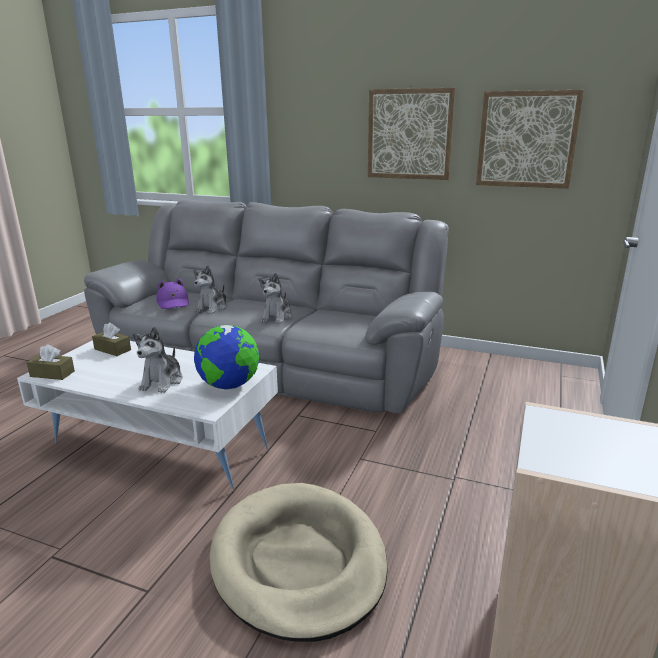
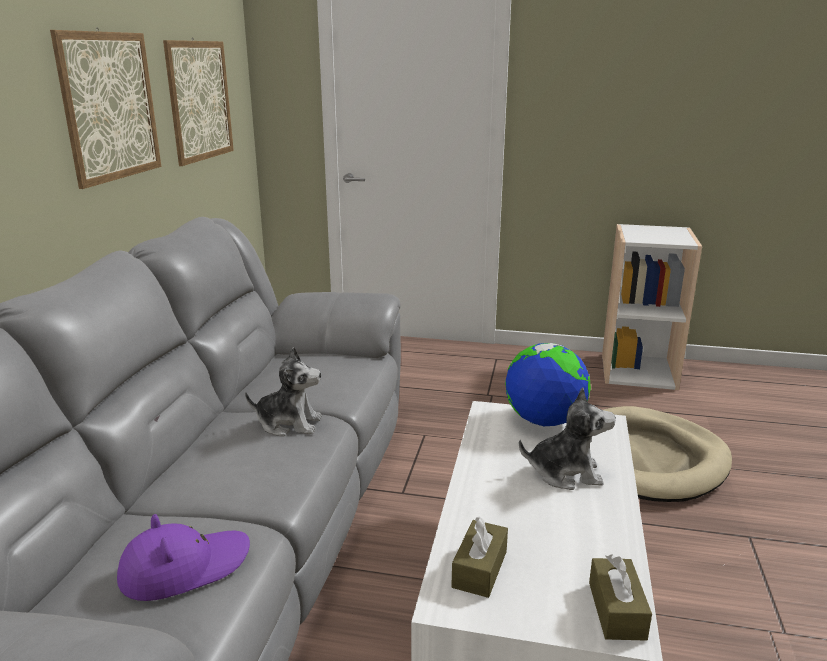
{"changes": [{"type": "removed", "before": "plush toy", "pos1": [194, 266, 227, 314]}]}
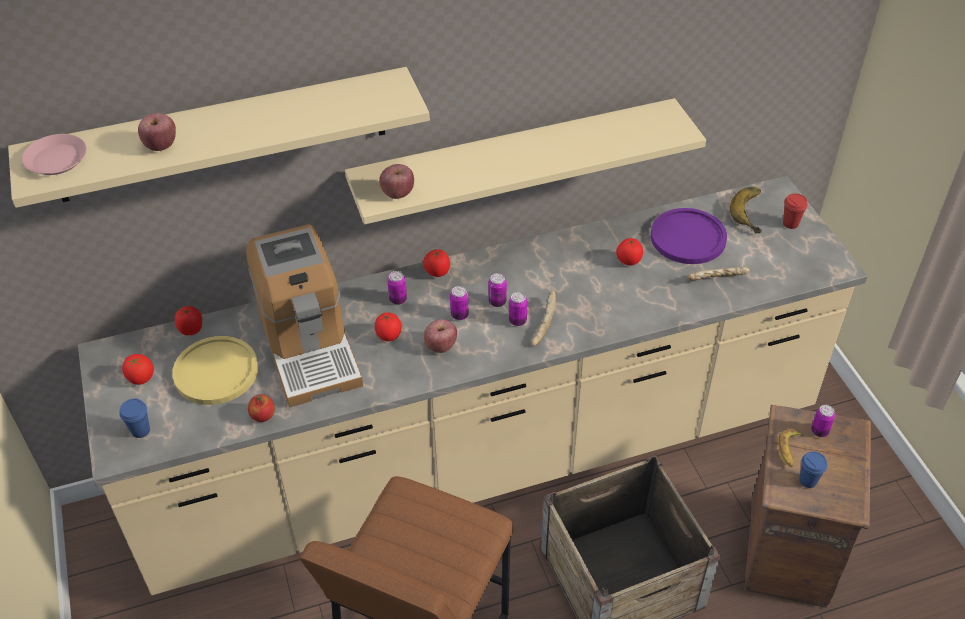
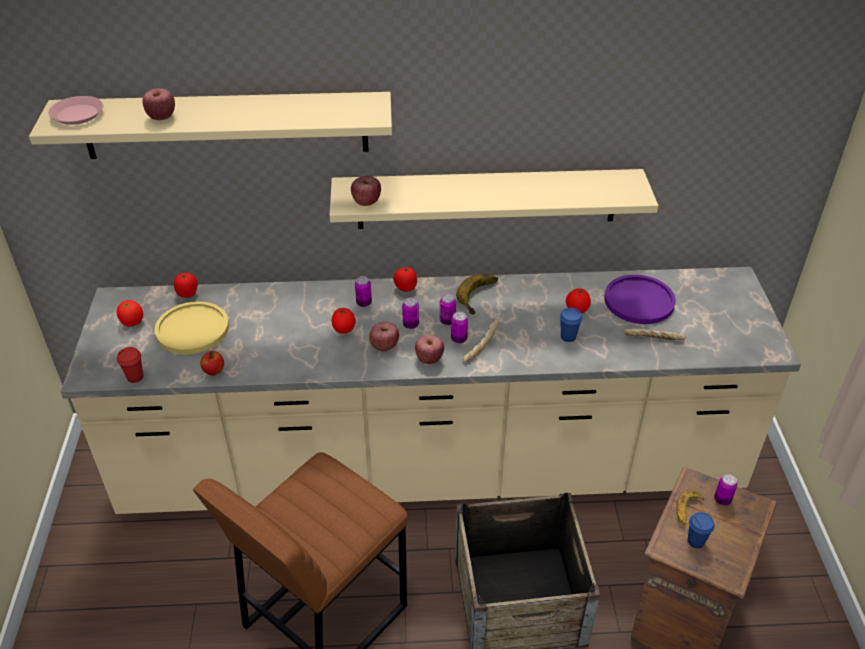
{"changes": [{"type": "moved", "before": "cup (blue)", "pos1": [119, 399, 150, 438], "pos2": [560, 308, 582, 342]}, {"type": "removed", "before": "coffee machine", "pos1": [246, 224, 363, 407]}, {"type": "moved", "before": "banana", "pos1": [730, 187, 762, 233], "pos2": [456, 274, 498, 314]}, {"type": "moved", "before": "cup (red)", "pos1": [783, 193, 808, 229], "pos2": [117, 347, 143, 383]}, {"type": "added", "after": "apple", "pos2": [415, 335, 444, 364]}]}
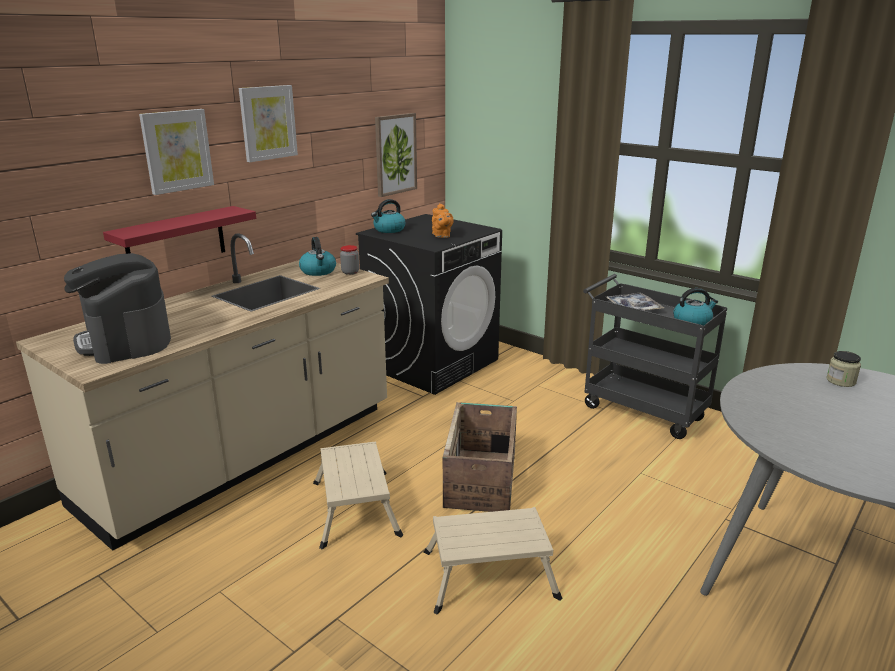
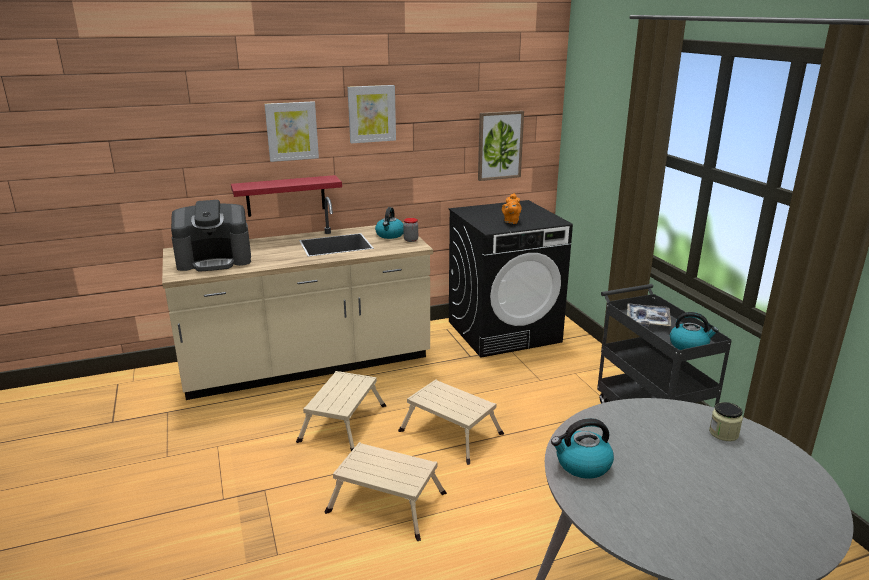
{"changes": [{"type": "turned", "before": "coffee machine", "pos1": [64, 253, 171, 364], "pos2": [171, 200, 251, 272], "turn": -105}, {"type": "moved", "before": "kettle", "pos1": [371, 199, 405, 233], "pos2": [551, 418, 614, 479]}, {"type": "replaced", "before": "crate", "after": "step ladder (beige)", "pos1": [443, 402, 517, 512], "pos2": [398, 379, 504, 465]}]}
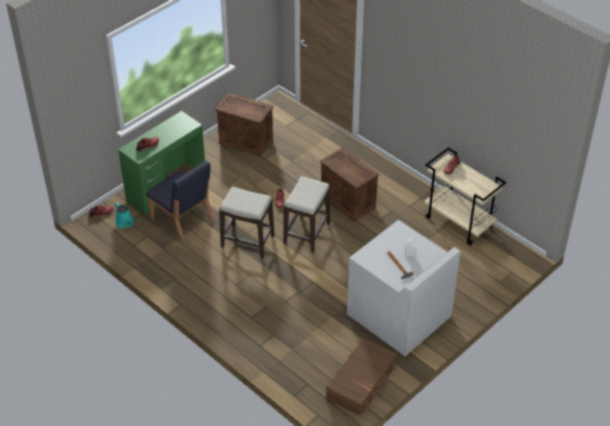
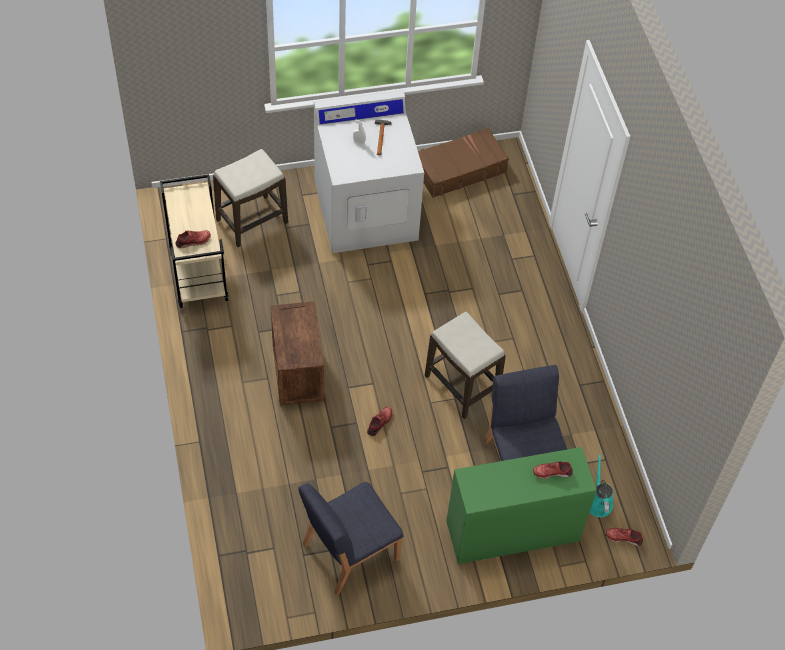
{"changes": [{"type": "replaced", "before": "crate", "after": "chair (blue)", "pos1": [215, 92, 273, 157], "pos2": [298, 482, 403, 596]}, {"type": "moved", "before": "stool", "pos1": [283, 176, 330, 253], "pos2": [213, 149, 288, 247]}]}
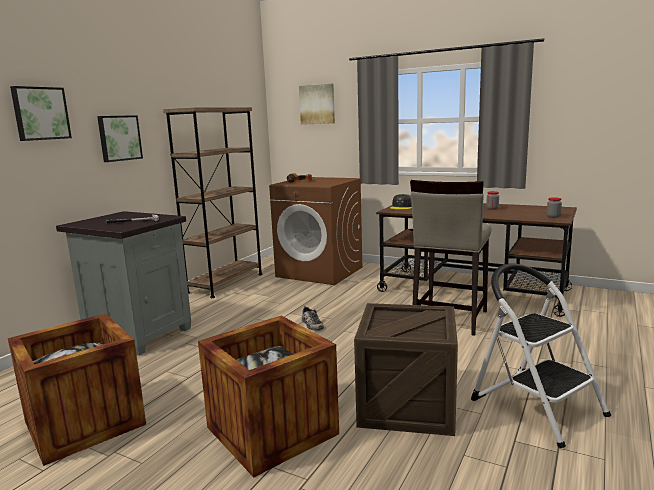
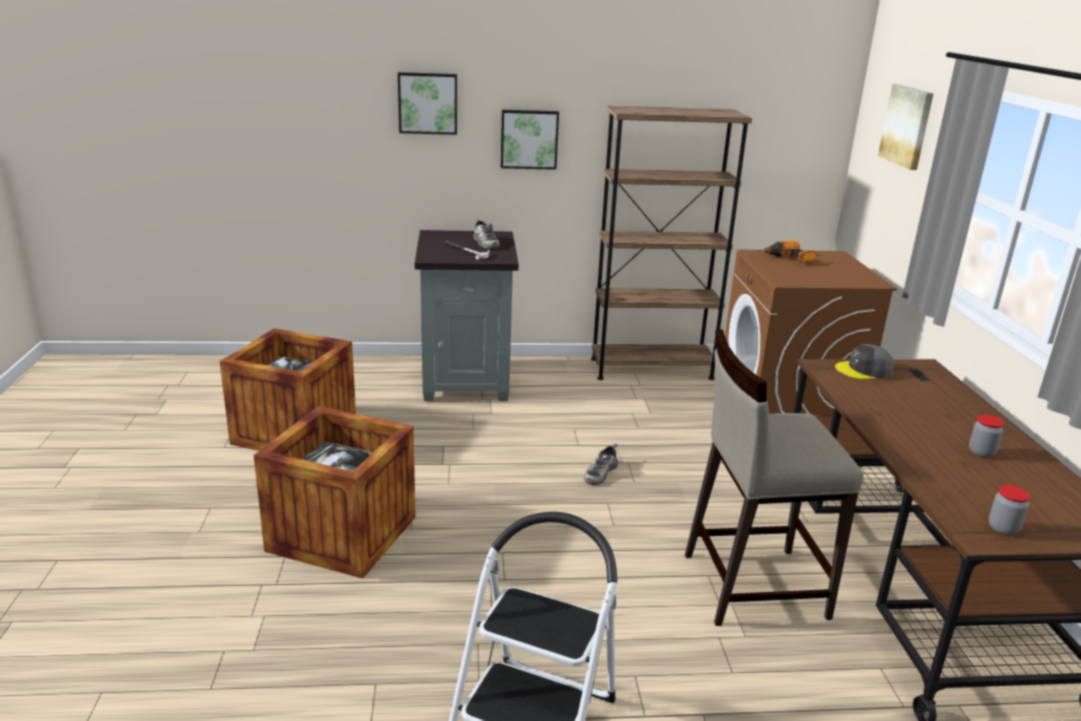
{"changes": [{"type": "removed", "before": "crate", "pos1": [354, 303, 458, 436]}, {"type": "added", "after": "shoe", "pos2": [473, 219, 500, 249]}]}
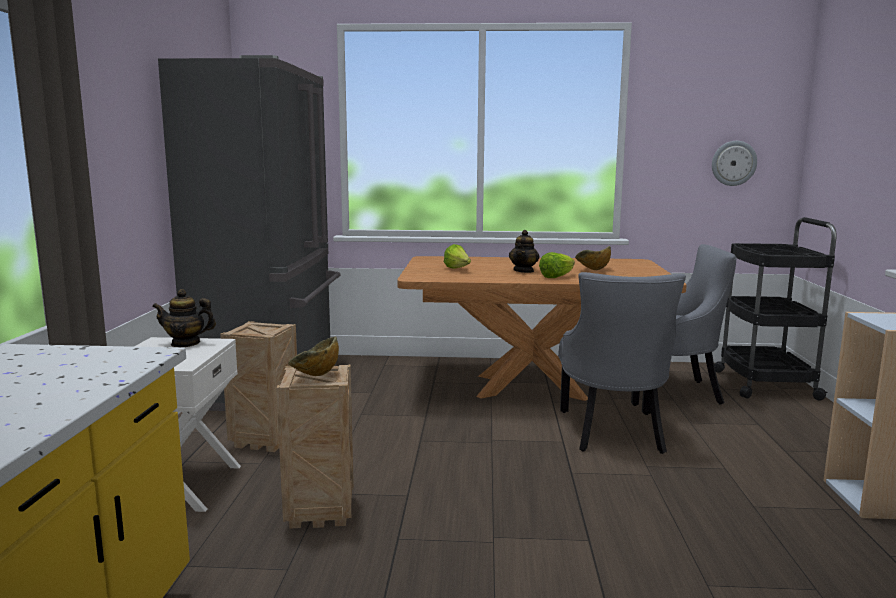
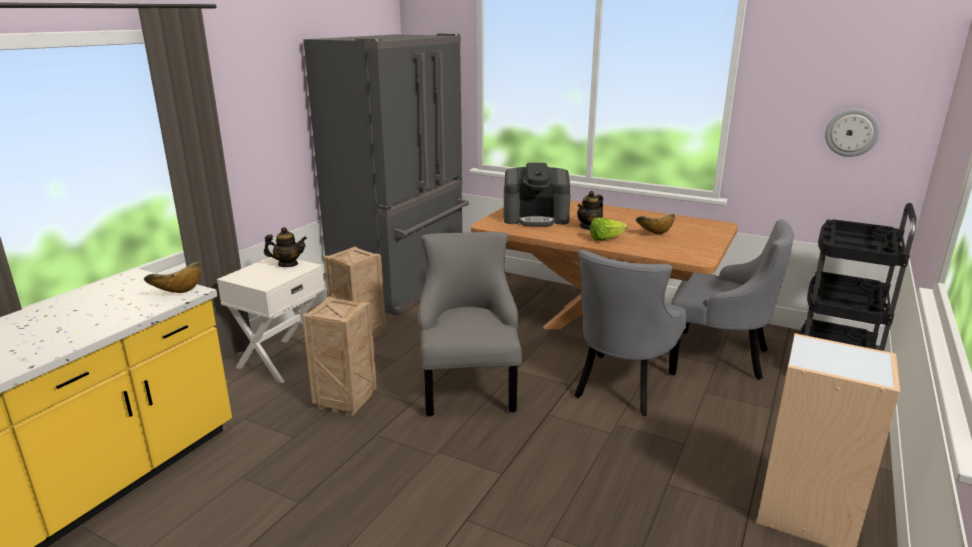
{"changes": [{"type": "turned", "before": "teapot", "pos1": [152, 289, 216, 347], "pos2": [264, 227, 307, 267], "turn": 150}, {"type": "moved", "before": "bowl", "pos1": [288, 337, 339, 376], "pos2": [144, 262, 202, 293]}, {"type": "replaced", "before": "lettuce", "after": "coffee machine", "pos1": [444, 244, 471, 269], "pos2": [504, 163, 571, 226]}, {"type": "added", "after": "chair (grey)", "pos2": [418, 232, 522, 416]}]}
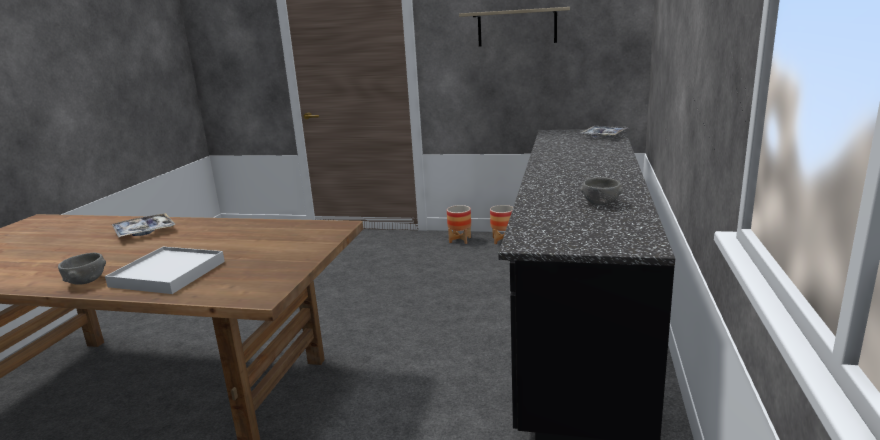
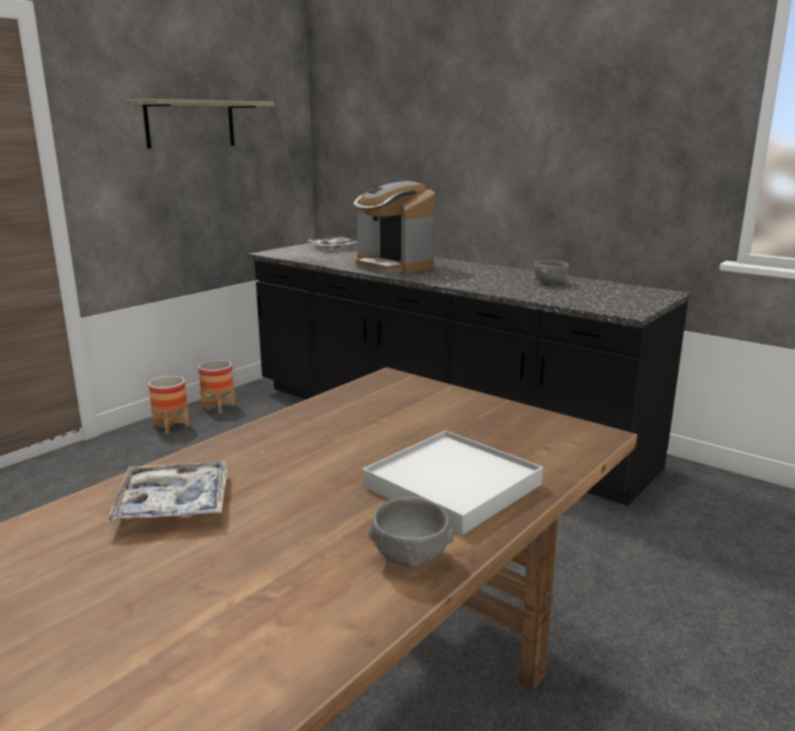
{"changes": [{"type": "added", "after": "coffee machine", "pos2": [354, 181, 435, 274]}]}
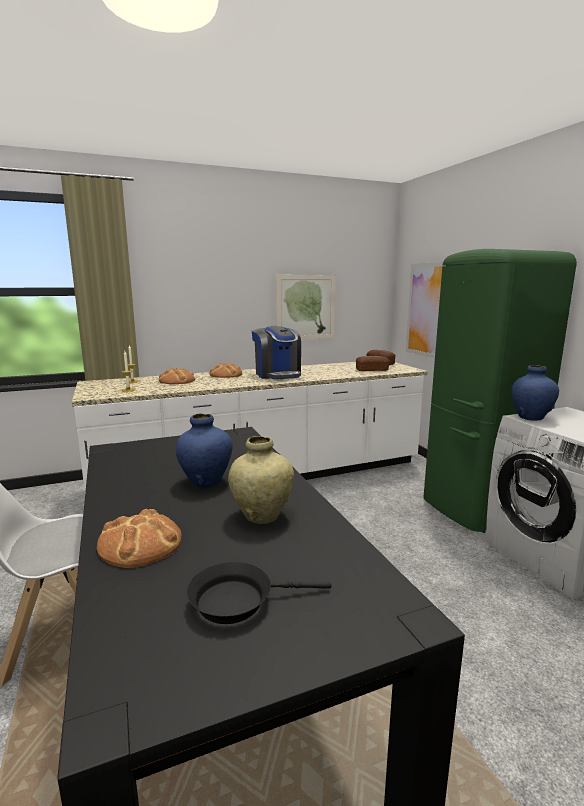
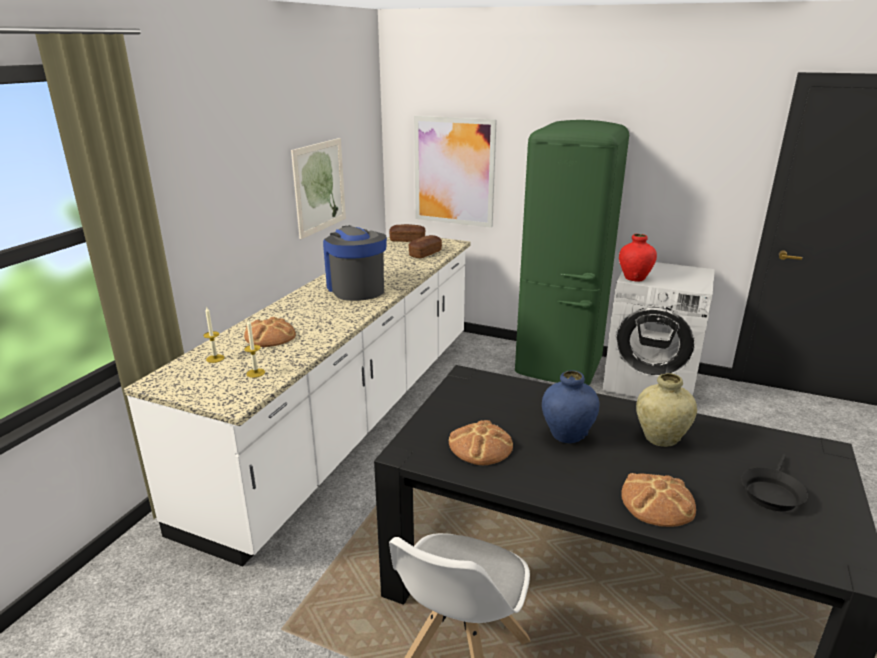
{"changes": [{"type": "moved", "before": "bread", "pos1": [209, 363, 242, 378], "pos2": [449, 420, 513, 465]}, {"type": "turned", "before": "coffee machine", "pos1": [252, 326, 301, 380], "pos2": [323, 225, 387, 301], "turn": -135}, {"type": "recoloured", "before": "vase (blue)", "after": "vase (red)", "pos1": [511, 365, 559, 421], "pos2": [619, 234, 657, 282]}]}
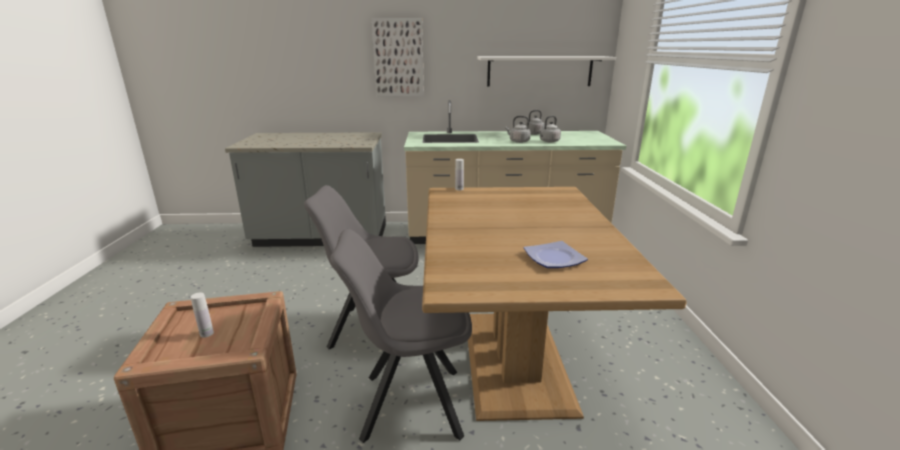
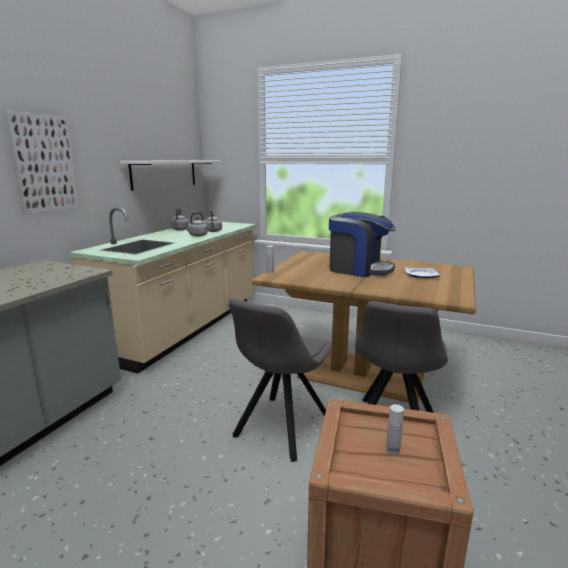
{"changes": [{"type": "added", "after": "coffee machine", "pos2": [329, 212, 396, 277]}]}
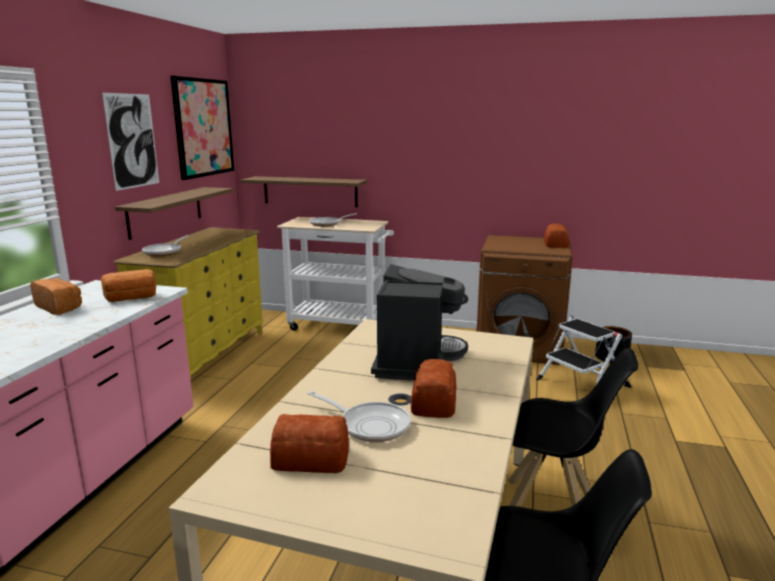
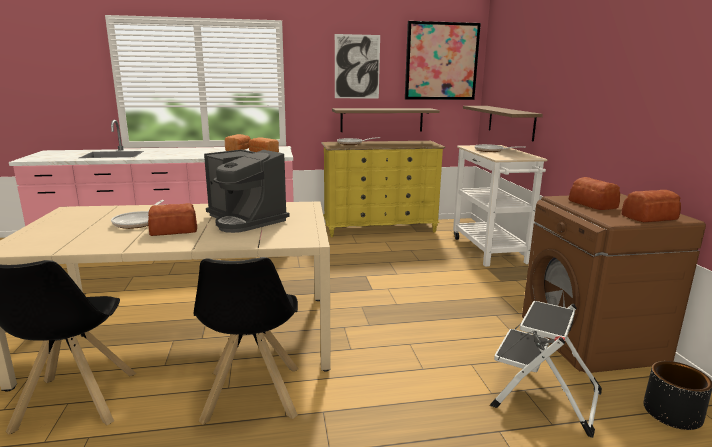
{"changes": [{"type": "moved", "before": "bread", "pos1": [270, 414, 349, 473], "pos2": [569, 177, 620, 210]}, {"type": "turned", "before": "coffee machine", "pos1": [371, 264, 468, 381], "pos2": [204, 149, 290, 233], "turn": 60}]}
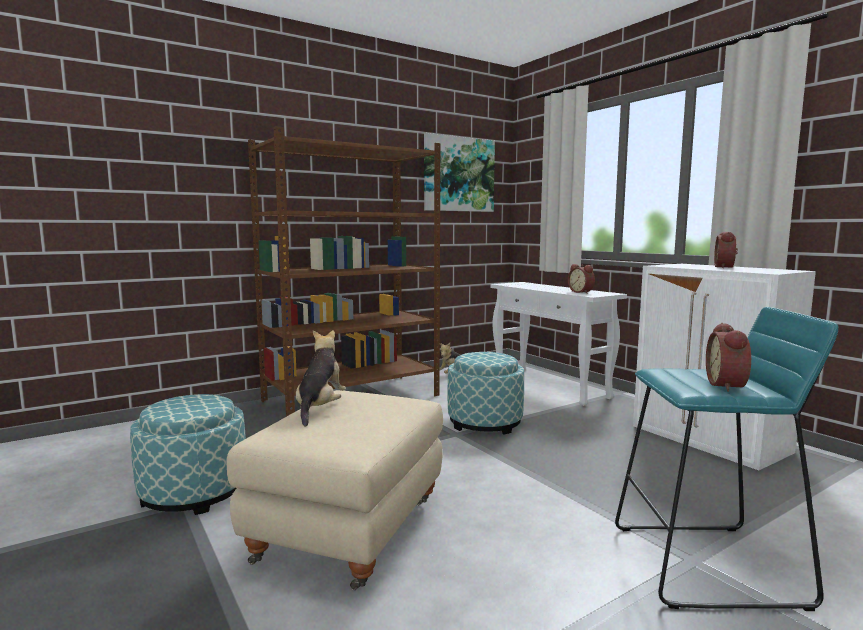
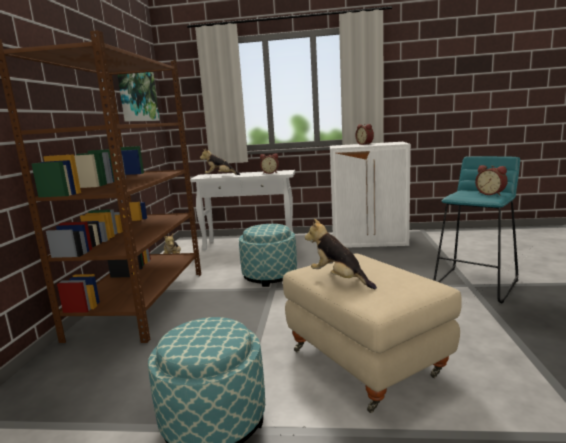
{"changes": [{"type": "added", "after": "plush toy", "pos2": [200, 148, 240, 175]}]}
